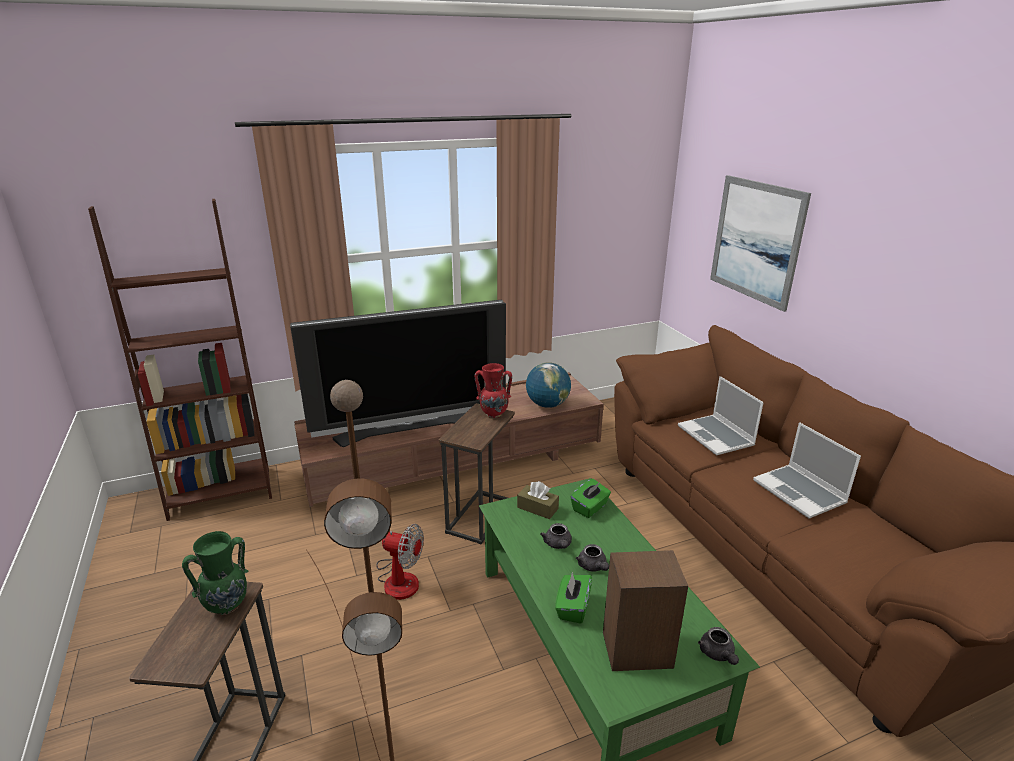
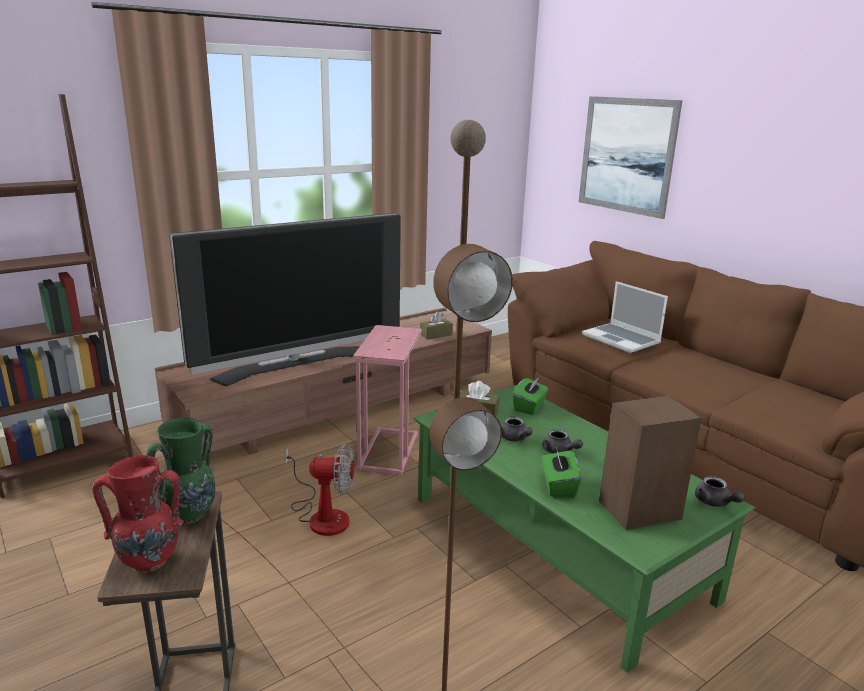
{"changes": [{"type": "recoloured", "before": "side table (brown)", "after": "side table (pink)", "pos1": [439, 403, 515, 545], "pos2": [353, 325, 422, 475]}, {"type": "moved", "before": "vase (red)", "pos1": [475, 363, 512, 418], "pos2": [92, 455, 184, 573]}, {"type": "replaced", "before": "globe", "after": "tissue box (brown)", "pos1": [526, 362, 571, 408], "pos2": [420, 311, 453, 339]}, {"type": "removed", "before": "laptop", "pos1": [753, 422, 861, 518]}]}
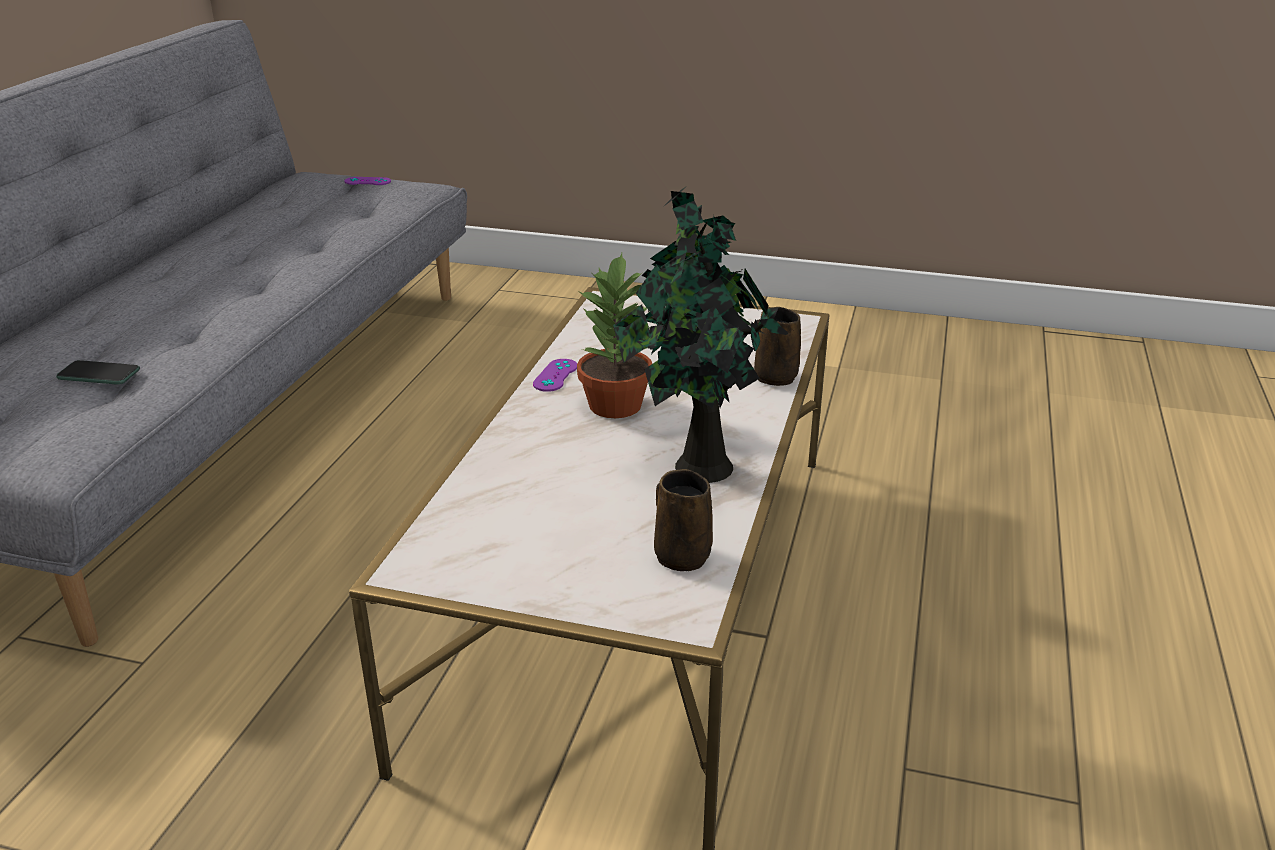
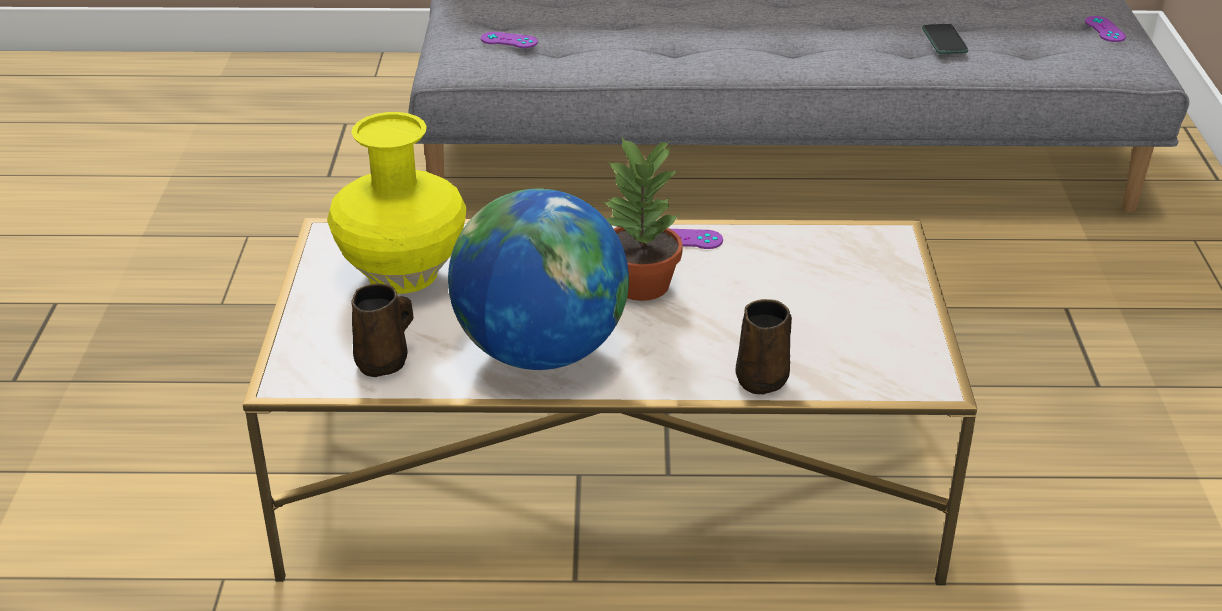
{"changes": [{"type": "moved", "before": "phone", "pos1": [56, 360, 140, 385], "pos2": [922, 24, 968, 54]}, {"type": "replaced", "before": "potted plant", "after": "globe", "pos1": [613, 188, 788, 483], "pos2": [448, 189, 629, 370]}, {"type": "added", "after": "vase (yellow)", "pos2": [327, 112, 467, 294]}, {"type": "added", "after": "game controller (purple)", "pos2": [481, 32, 538, 48]}]}
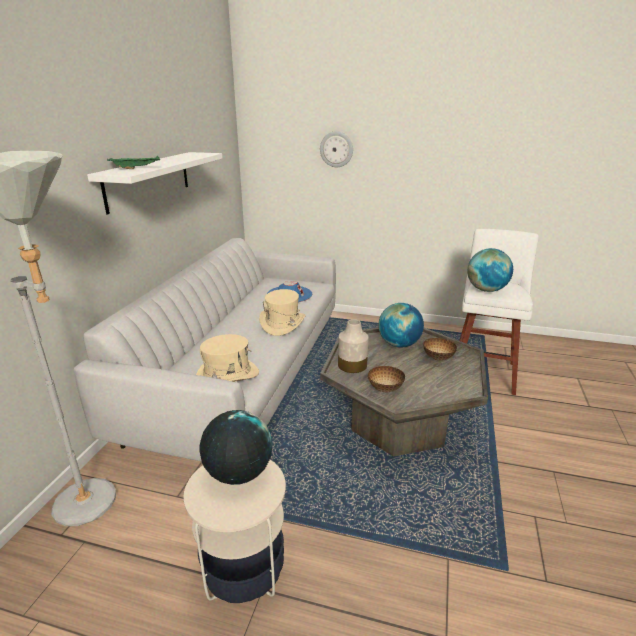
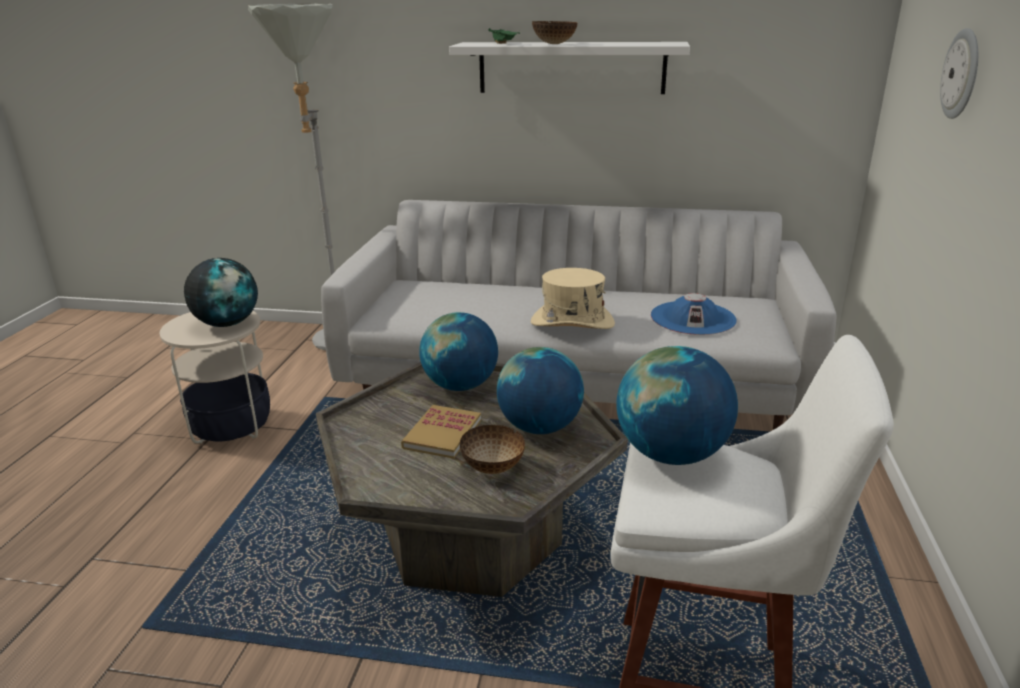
{"changes": [{"type": "removed", "before": "hat (beige)", "pos1": [196, 334, 259, 382]}, {"type": "replaced", "before": "vase (beige)", "after": "globe", "pos1": [338, 319, 369, 373], "pos2": [419, 312, 498, 391]}, {"type": "moved", "before": "bowl", "pos1": [368, 366, 405, 392], "pos2": [532, 21, 578, 44]}, {"type": "added", "after": "book", "pos2": [401, 405, 481, 459]}]}
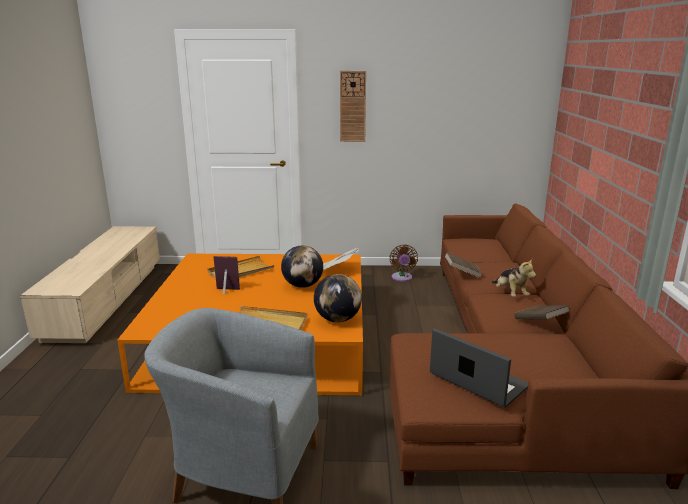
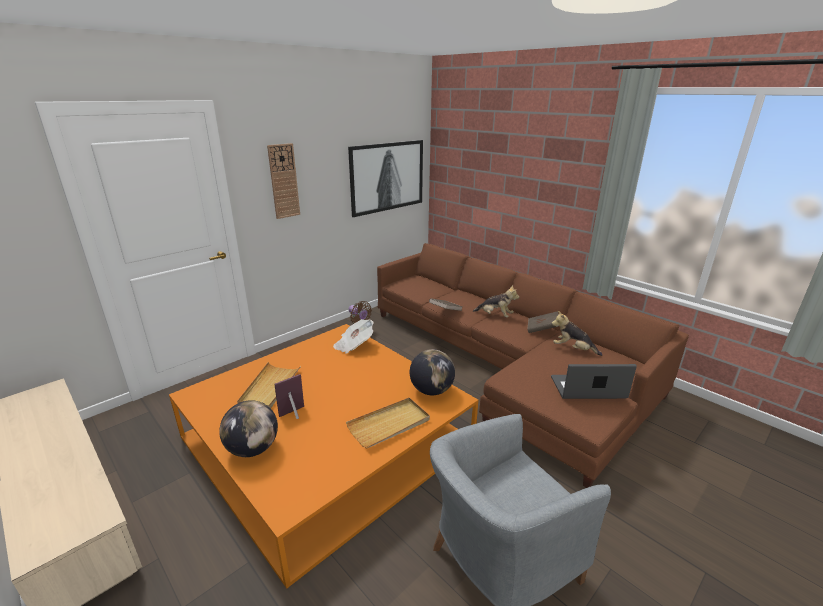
{"changes": [{"type": "moved", "before": "globe", "pos1": [281, 246, 323, 288], "pos2": [219, 400, 278, 457]}, {"type": "added", "after": "picture", "pos2": [348, 140, 423, 217]}, {"type": "added", "after": "plush toy", "pos2": [551, 311, 602, 356]}]}
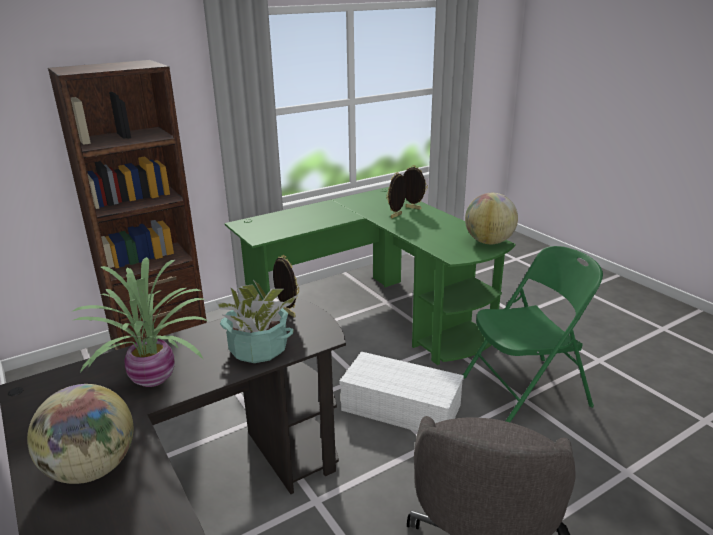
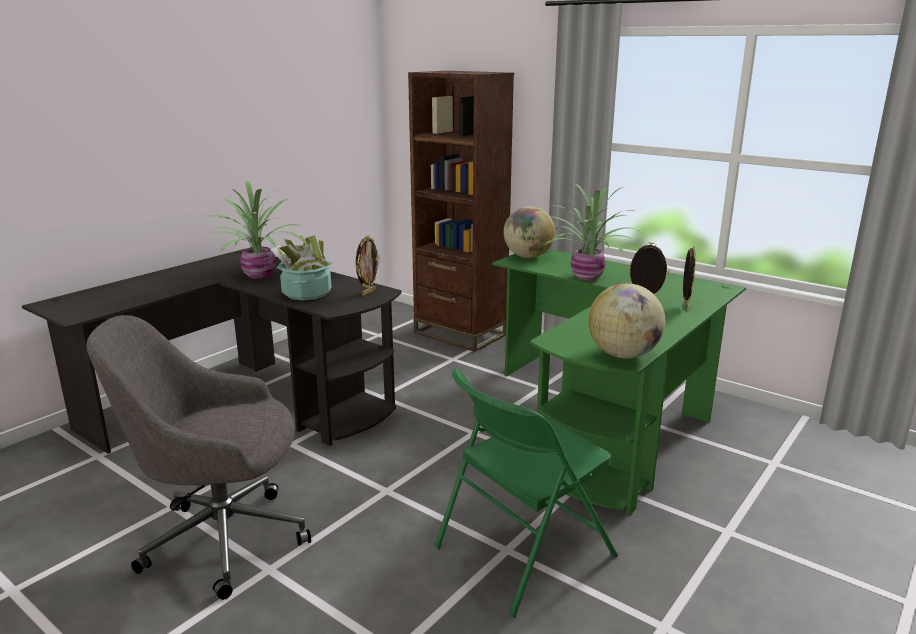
{"changes": [{"type": "moved", "before": "globe", "pos1": [27, 384, 133, 484], "pos2": [504, 206, 555, 258]}, {"type": "removed", "before": "storage box (white)", "pos1": [339, 352, 464, 432]}, {"type": "turned", "before": "chair (green)", "pos1": [463, 246, 603, 422], "pos2": [434, 368, 618, 618], "turn": 90}, {"type": "added", "after": "potted plant", "pos2": [545, 183, 641, 281]}]}
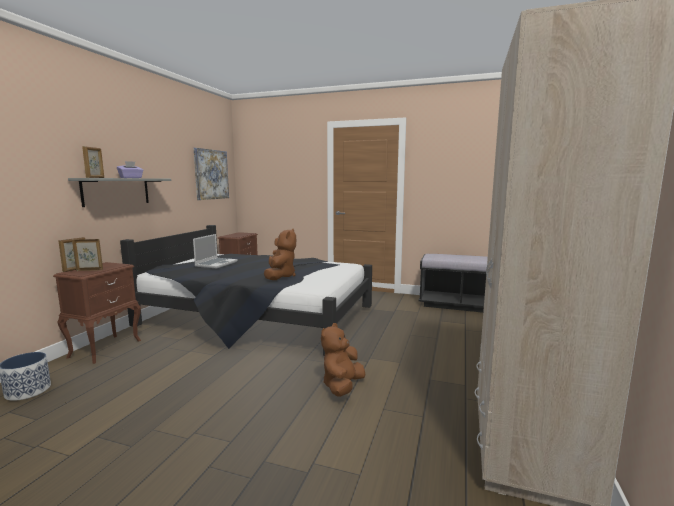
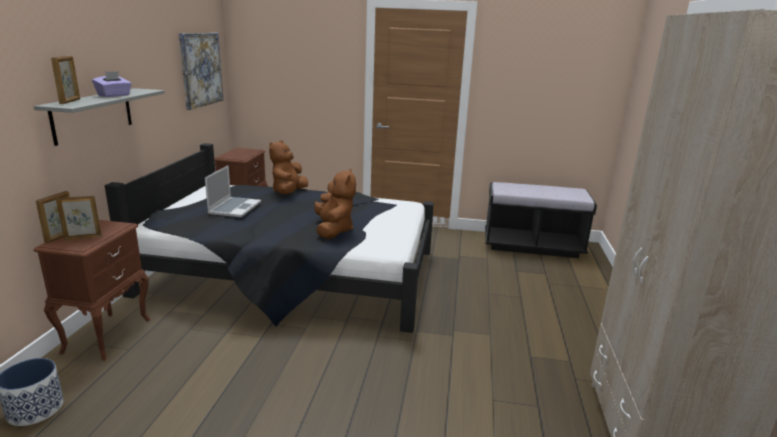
{"changes": [{"type": "moved", "before": "plush toy (brown)", "pos1": [321, 323, 366, 397], "pos2": [269, 140, 308, 194]}]}
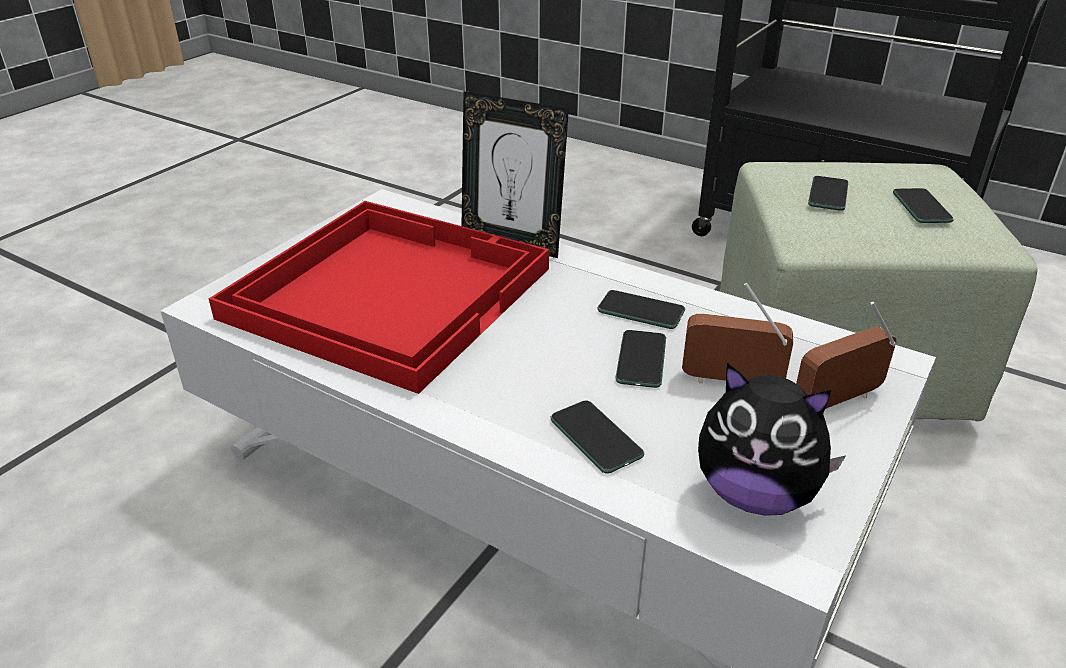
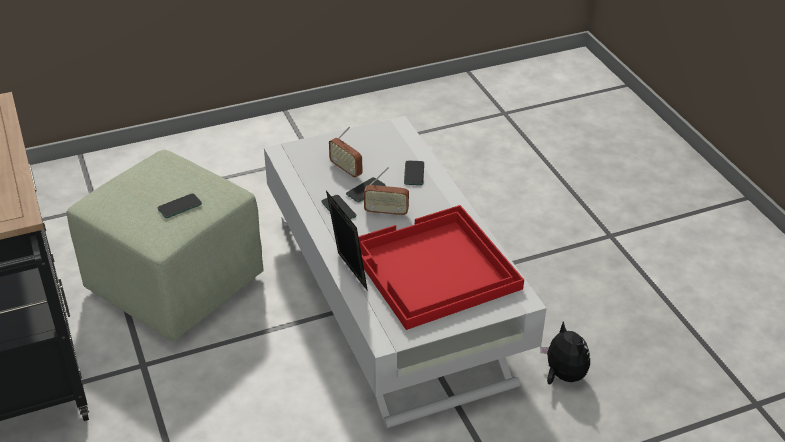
{"changes": [{"type": "moved", "before": "plush toy", "pos1": [698, 363, 846, 516], "pos2": [540, 321, 590, 384]}, {"type": "moved", "before": "radio", "pos1": [796, 301, 897, 409], "pos2": [364, 167, 409, 217]}, {"type": "removed", "before": "phone", "pos1": [893, 188, 954, 223]}]}
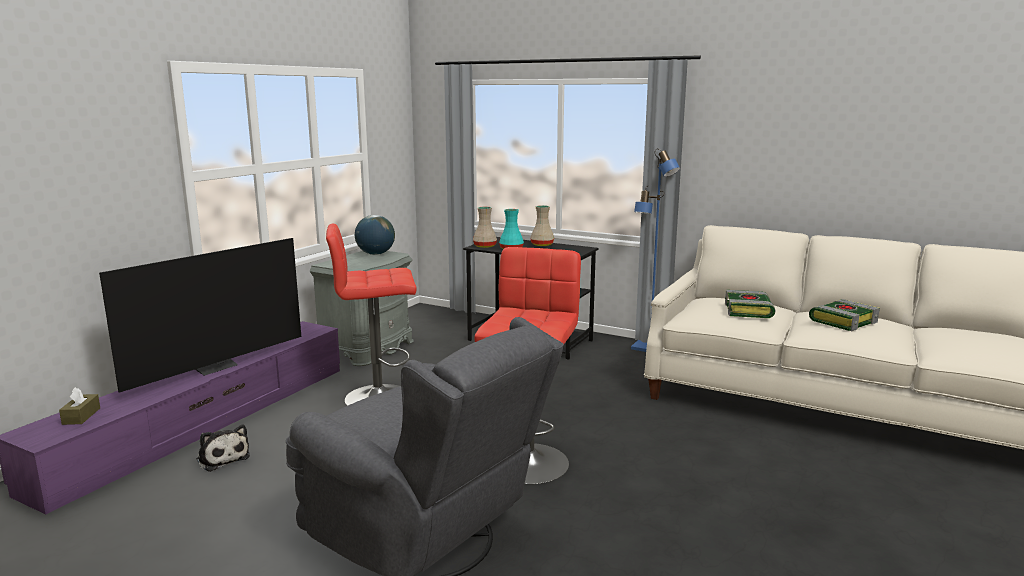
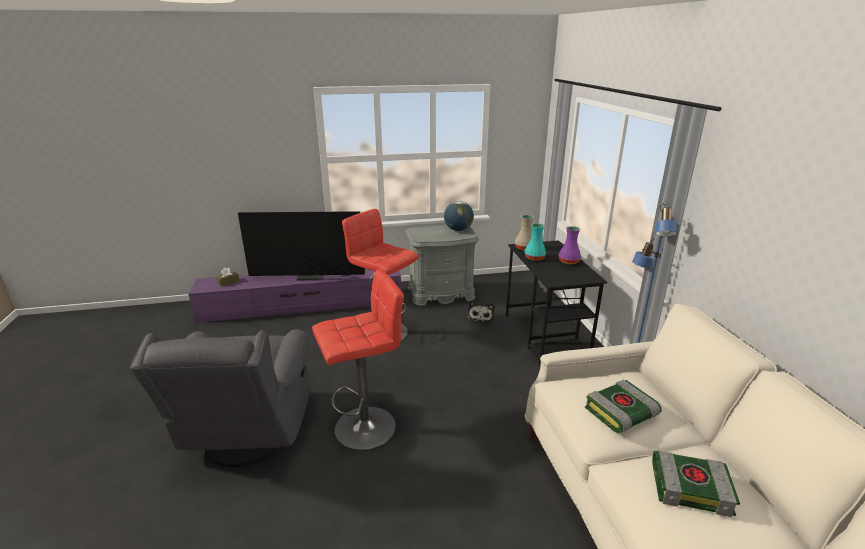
{"changes": [{"type": "moved", "before": "plush toy", "pos1": [197, 425, 250, 472], "pos2": [468, 300, 495, 323]}, {"type": "recoloured", "before": "vase (beige)", "after": "vase (purple)", "pos1": [530, 205, 554, 246], "pos2": [559, 226, 581, 264]}]}
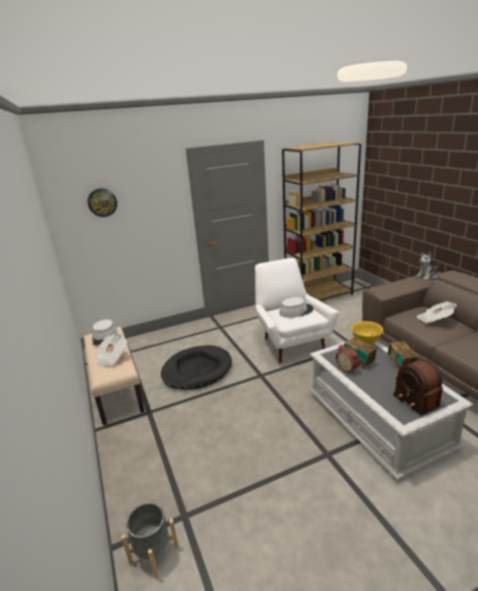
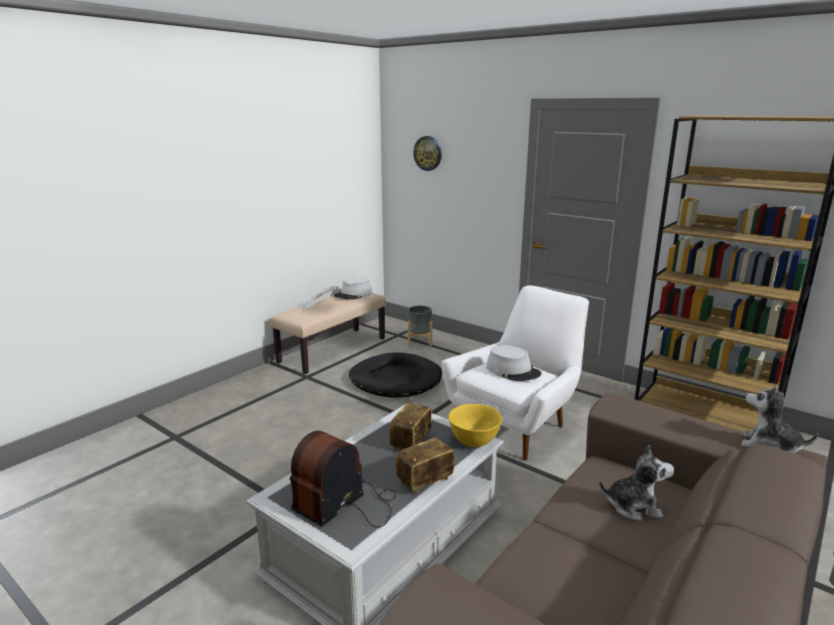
{"changes": [{"type": "moved", "before": "planter (grey)", "pos1": [121, 502, 178, 579], "pos2": [408, 306, 432, 347]}, {"type": "removed", "before": "alarm clock", "pos1": [336, 345, 360, 374]}, {"type": "replaced", "before": "newspaper", "after": "plush toy", "pos1": [417, 301, 457, 324], "pos2": [599, 445, 674, 521]}]}
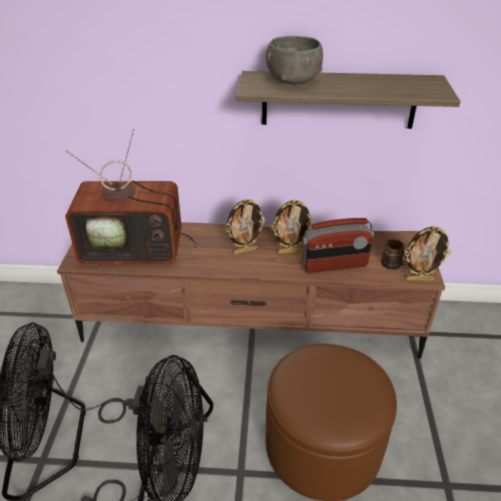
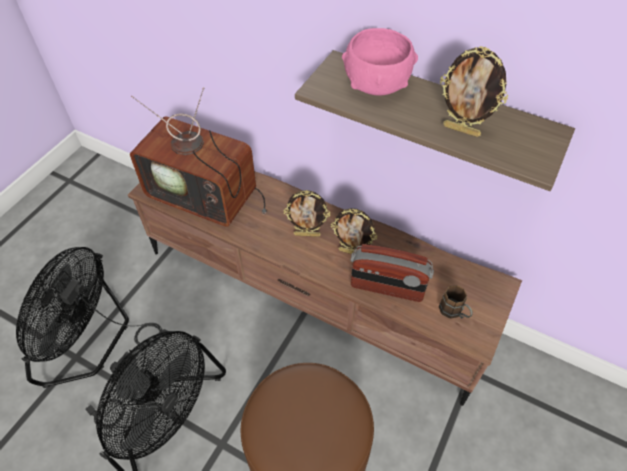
{"changes": [{"type": "recoloured", "before": "bowl (grey)", "after": "bowl (pink)", "pos1": [266, 36, 323, 84], "pos2": [342, 28, 418, 96]}, {"type": "moved", "before": "picture frame", "pos1": [404, 226, 451, 281], "pos2": [440, 46, 508, 137]}]}
